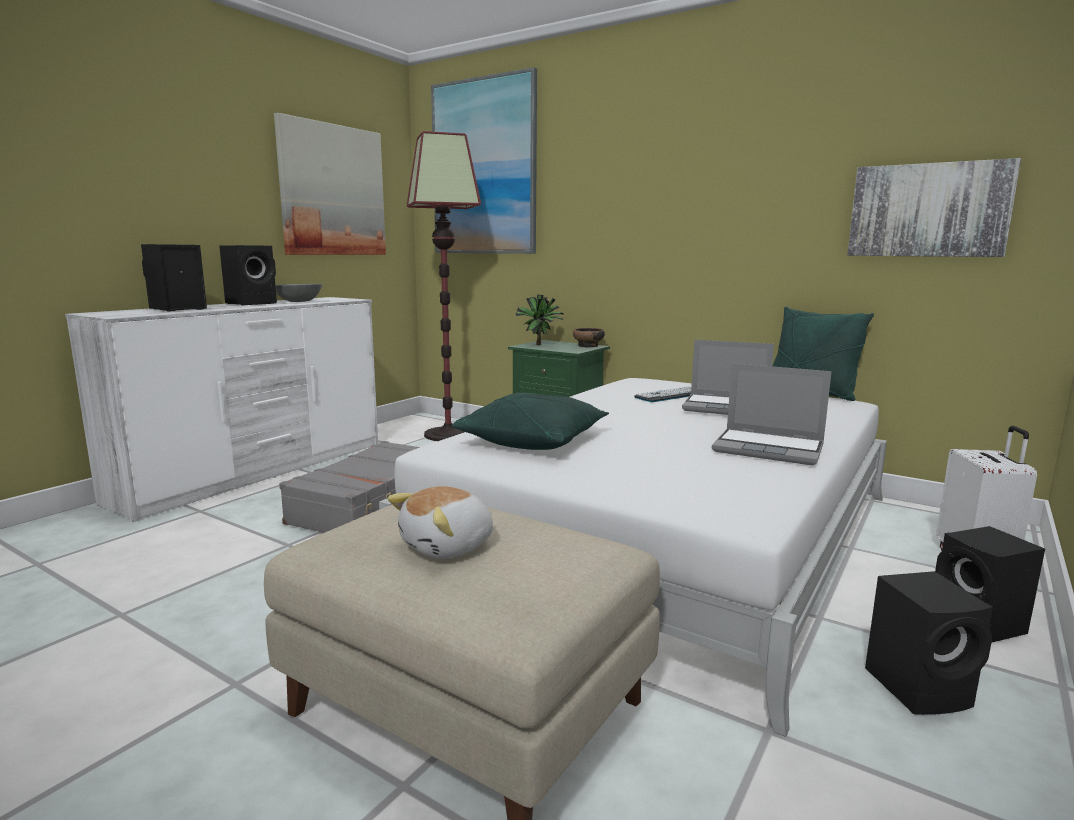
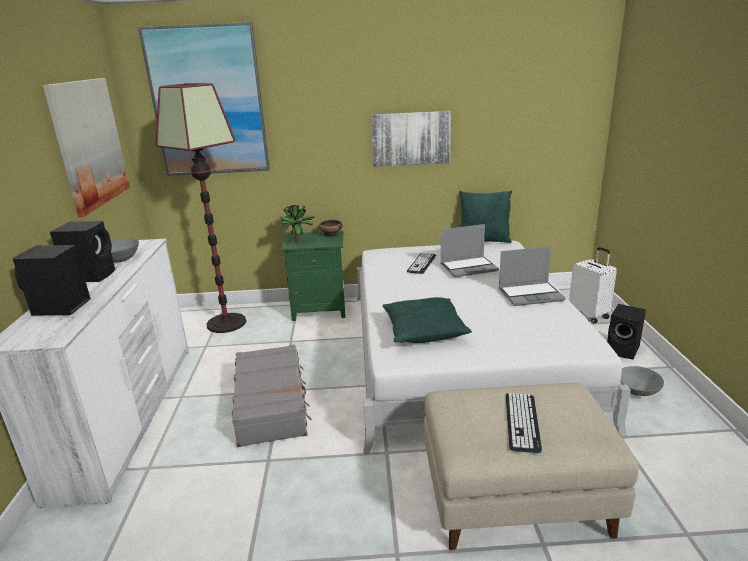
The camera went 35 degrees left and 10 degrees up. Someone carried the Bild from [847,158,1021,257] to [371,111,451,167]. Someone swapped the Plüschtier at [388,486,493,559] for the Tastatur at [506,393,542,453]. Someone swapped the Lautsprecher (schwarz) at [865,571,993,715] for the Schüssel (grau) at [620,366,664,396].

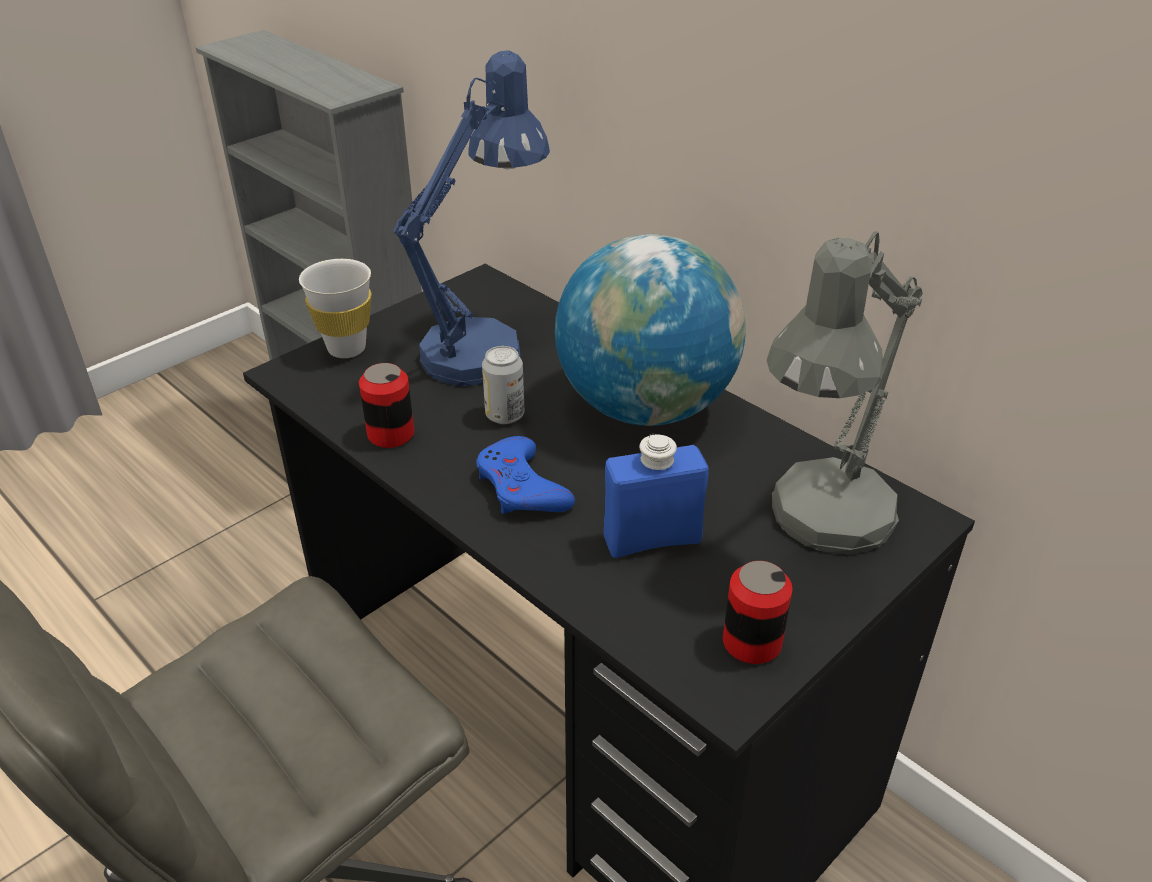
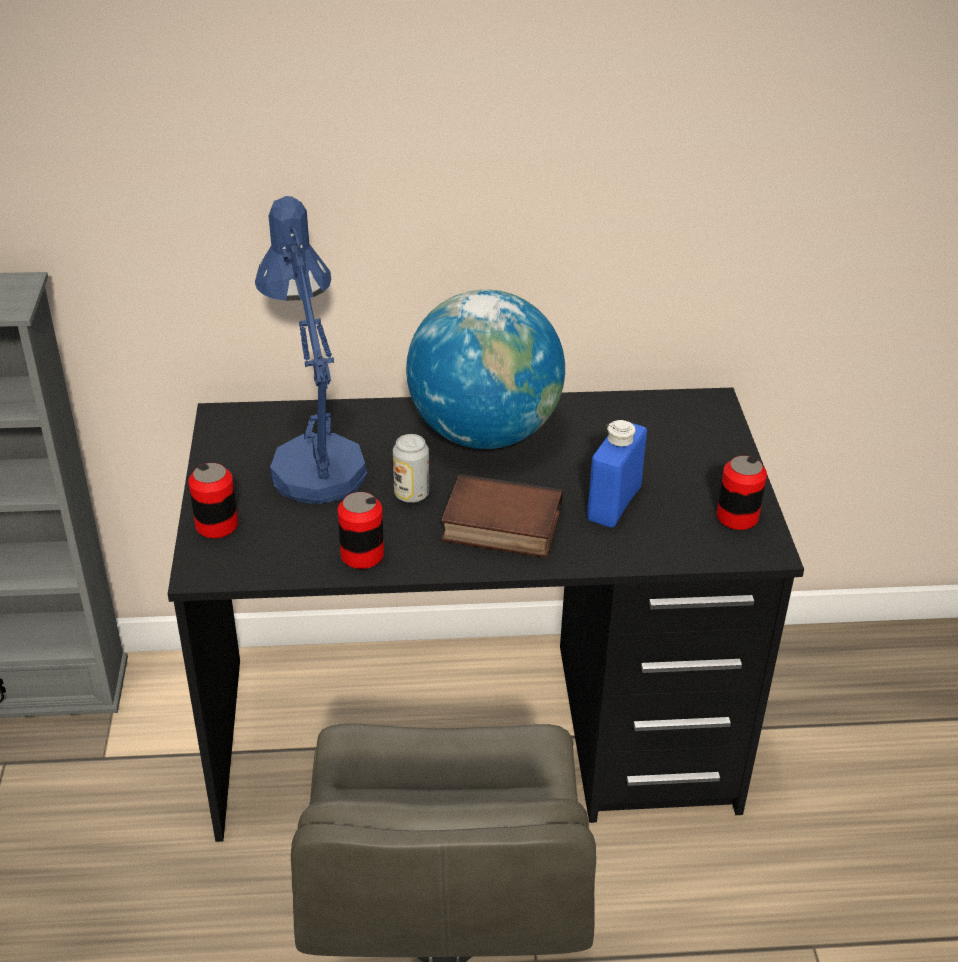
The camera went 50 degrees left and 0 degrees up. Someone took away the Tischlampe (grau) at [767,231,923,555]. Someone swapped the Tasse (weiß) at [299,259,371,358] for the Dose at [188,463,238,538]. Someone swapped the Gamepad (blau) at [476,436,575,514] for the Buch at [441,474,563,558].

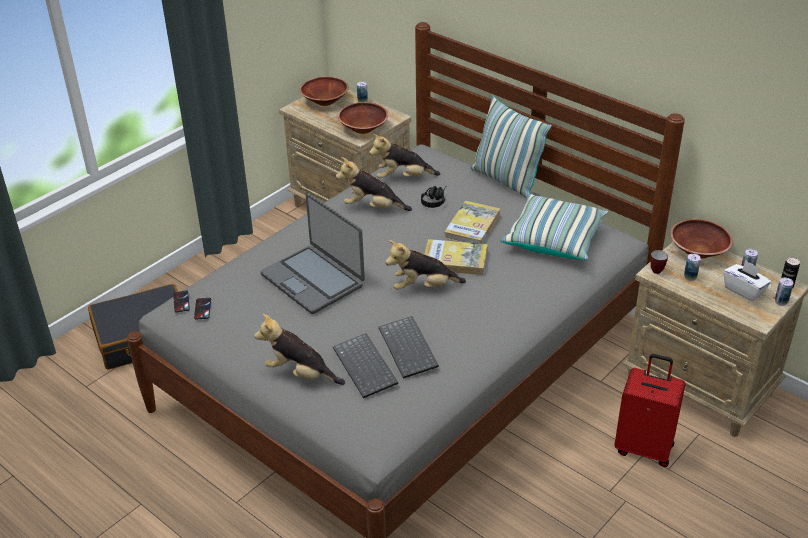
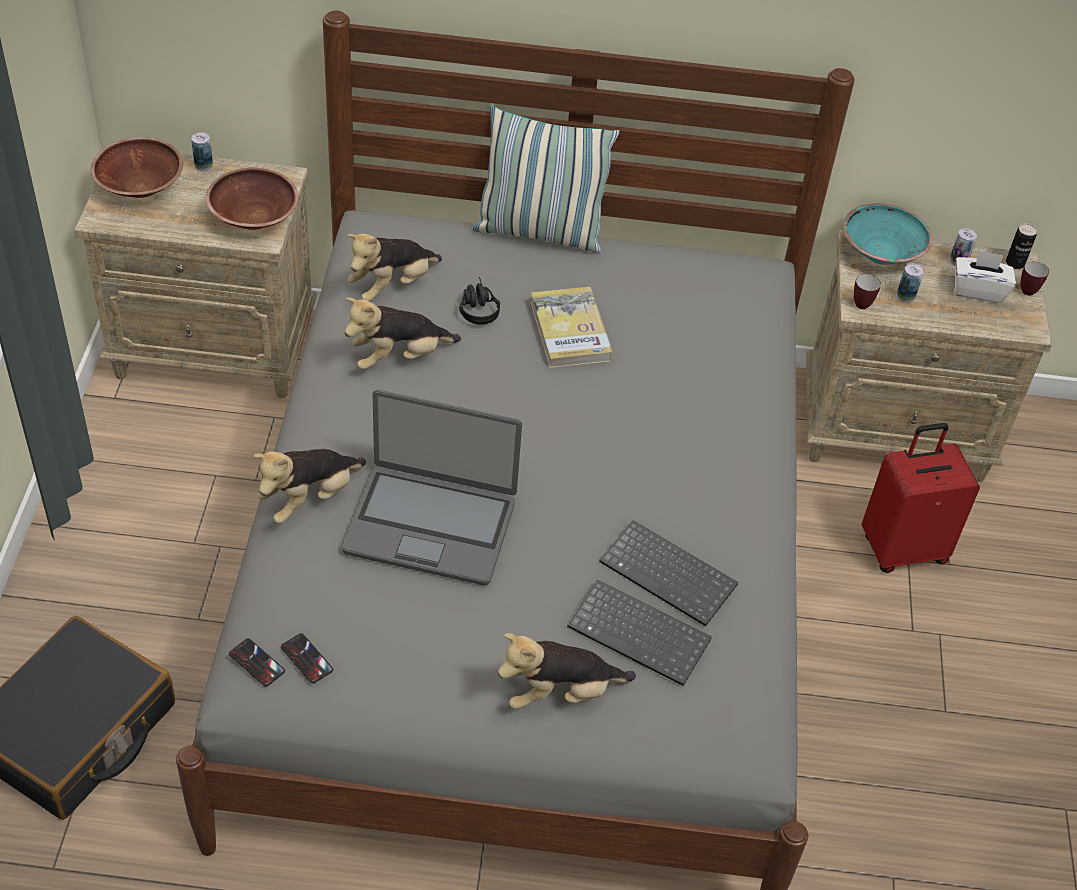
The camera went 40 degrees left and 10 degrees up. Someone took away the Kissen at [500,194,608,260]. Someone repainted the Schüssel (braun) at [670,219,733,259], which became the Schüssel (türkis) at [843,203,933,265]. Someone took away the Buch at [424,239,488,275]. Someone carried the Plüschtier from [386,240,466,290] to [253,449,366,524]. Someone swapped the Dose at [775,278,793,306] for the Henkelbecher at [1020,261,1049,296].

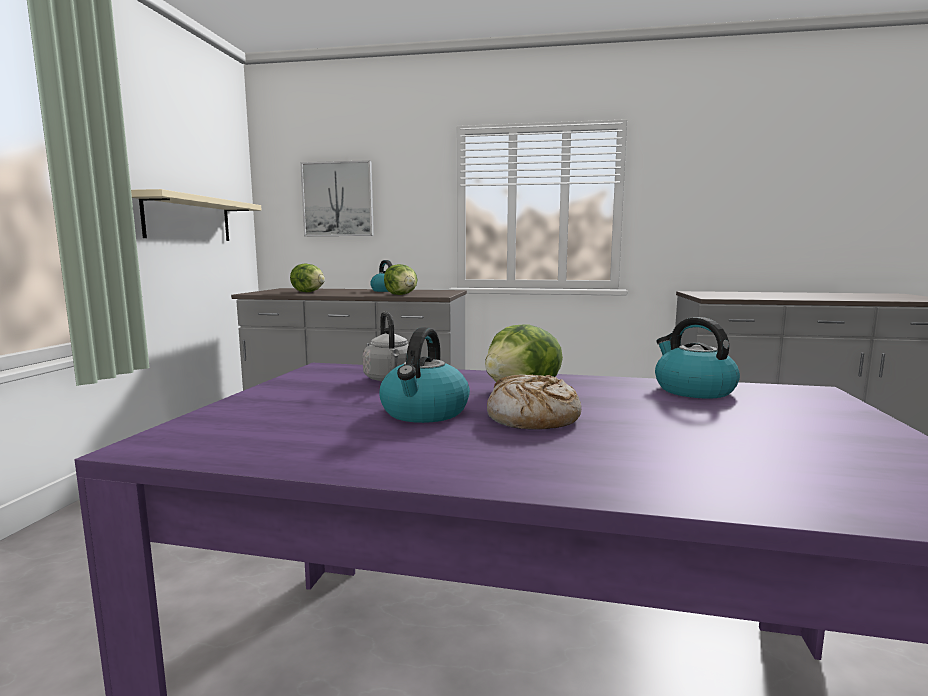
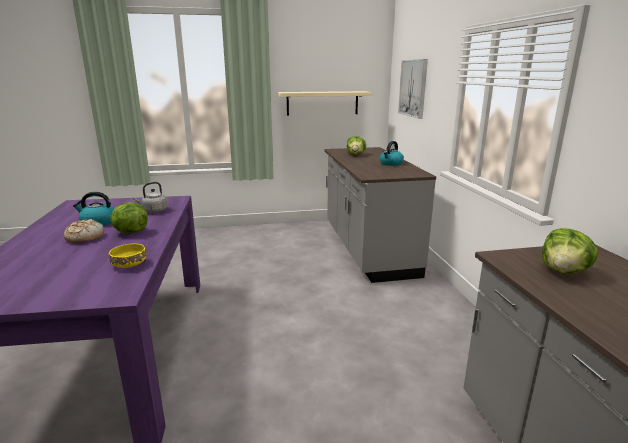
The camera went 70 degrees right and 10 degrees up. Someone carried the Salatkopf from [384,264,418,295] to [542,228,598,274]. Someone swapped the Wasserkessel at [655,317,740,399] for the Schüssel (gelb) at [109,244,147,268].

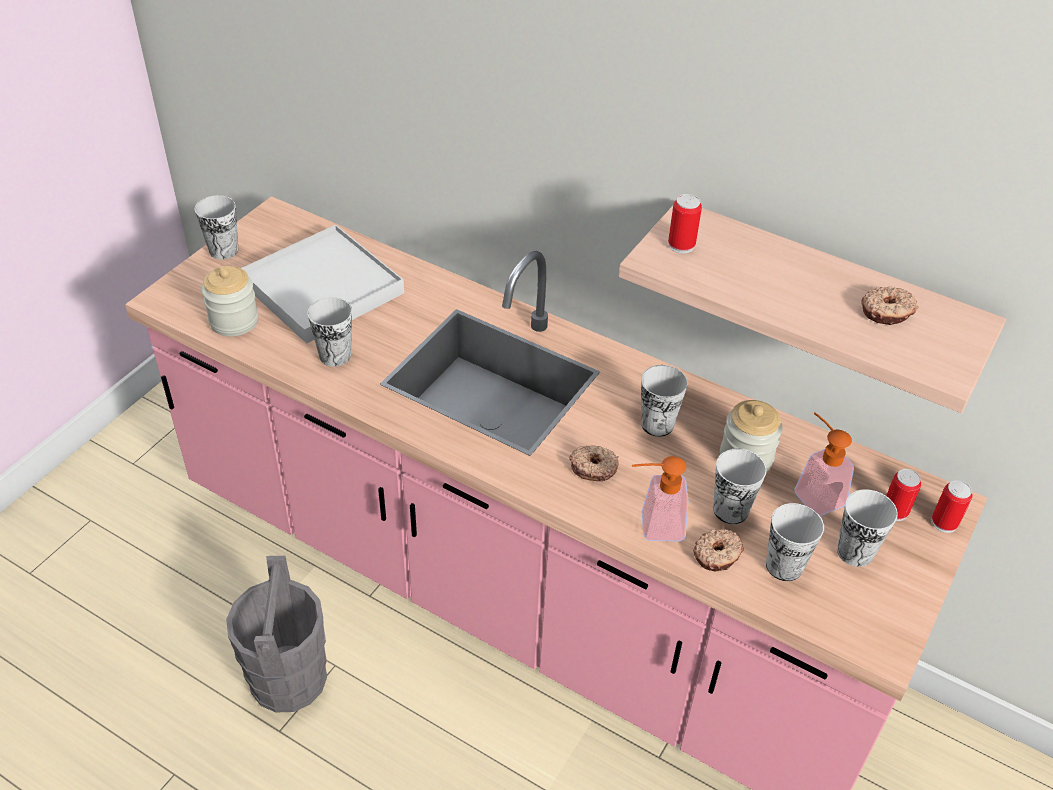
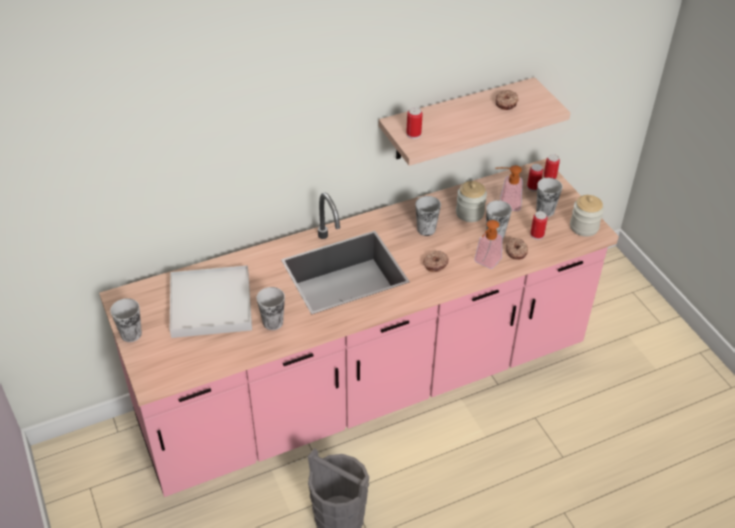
The camera went 55 degrees left and 0 degrees up. Someone carried the Vorratsglas from [202,266,258,336] to [570,195,604,237]. Someone swapped the Tasse at [766,503,824,581] for the Dose at [530,211,548,240].

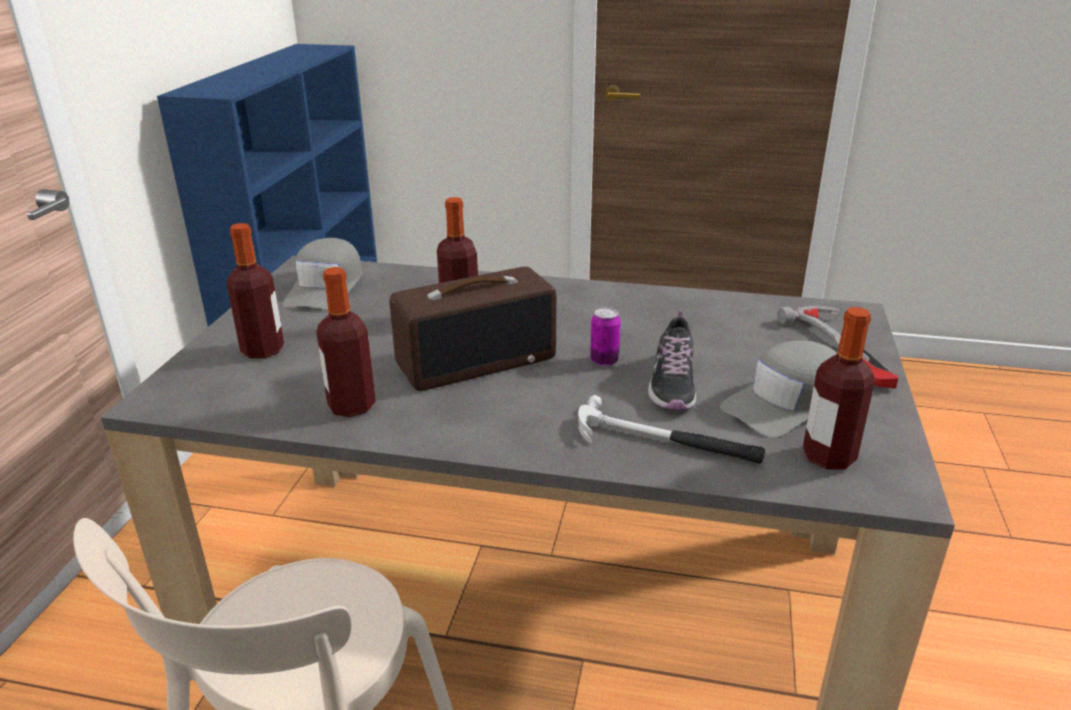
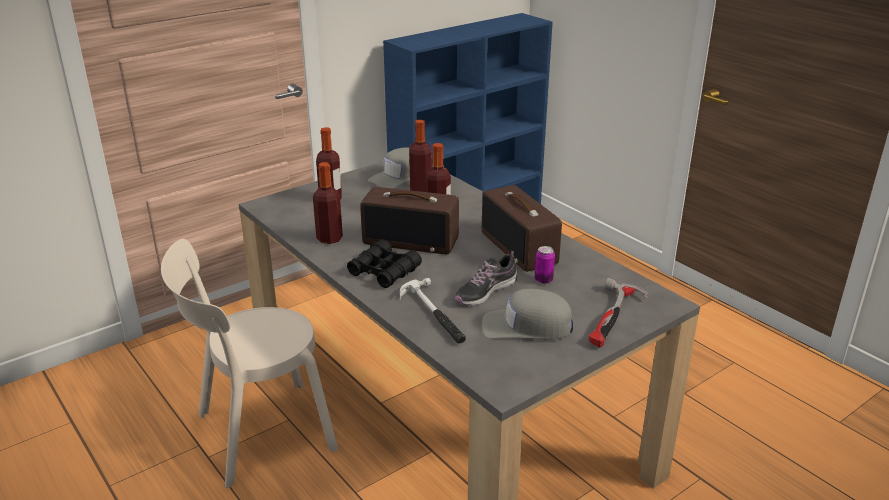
The camera went 40 degrees right and 0 degrees up. Someone carried the Flasche from [803,307,875,470] to [409,120,432,192]. Someone carried the Dose from [590,308,621,366] to [535,246,555,284]. Someone put down the Radio at [482,185,562,272]. Someone put down the Fernglas (schwarz) at [347,239,422,288].

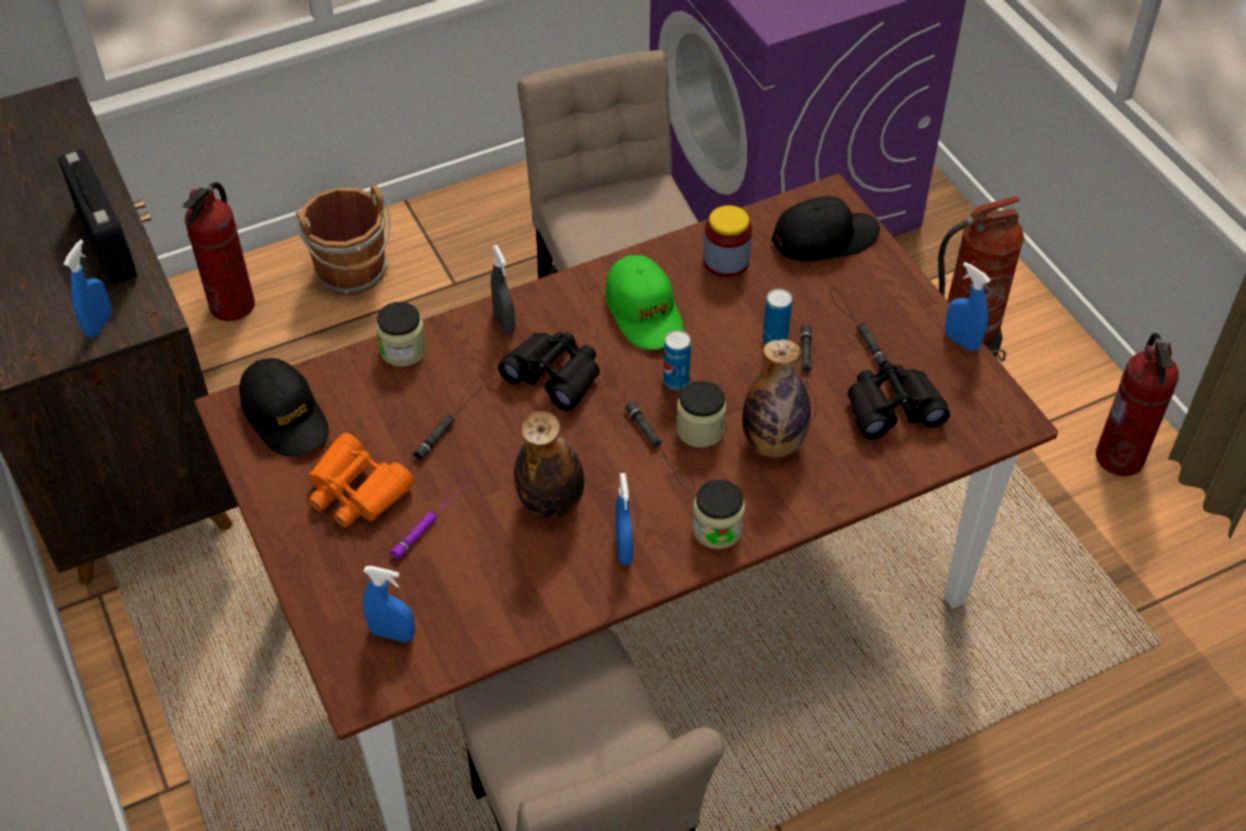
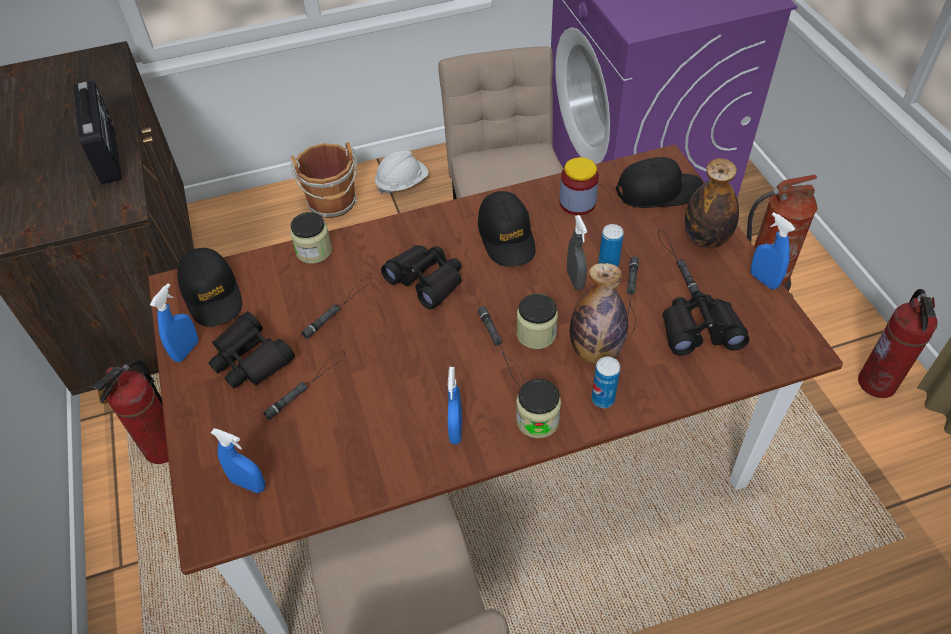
The camera went 10 degrees right and 0 degrees up. Someone carried the Feuerlöscher from [183,182,255,321] to [93,360,169,464]. Someone carried the Sprühflasche (blau) from [63,239,112,338] to [150,283,198,362]. Someone carried the Sprühflasche (grau) from [491,245,515,334] to [567,215,587,290]. Someone repainted the Kappe (grün) at [605,255,683,350], which became the Kappe (schwarz) at [478,191,536,267]. Someone carried the Dose from [663,330,691,390] to [591,357,620,408]. Someone carried the Flasche from [514,411,584,519] to [685,158,739,248]. Someone repainted the Fernglas (orange) at [308,433,415,528], which became the Fernglas (schwarz) at [208,311,295,388]. Someone repainted the Taschenlampe (lila) at [390,471,473,560], which became the Taschenlampe (schwarz) at [263,351,345,420]. Someone put down the Schutzhelm (weiß) at [375,151,429,195].

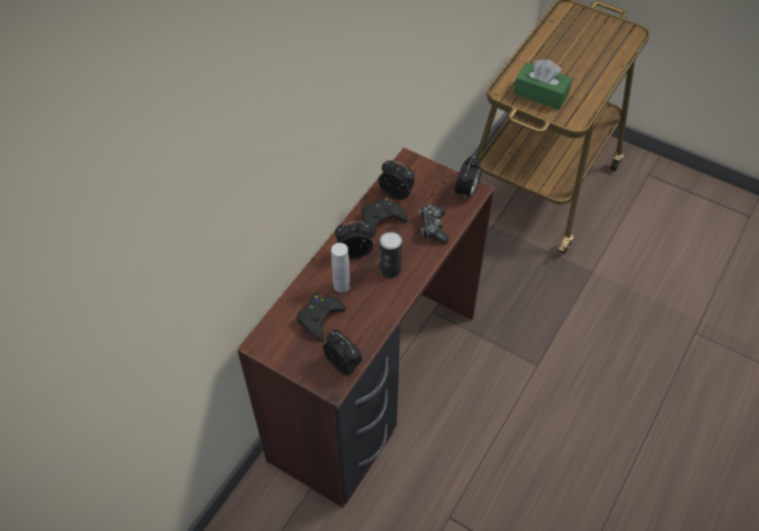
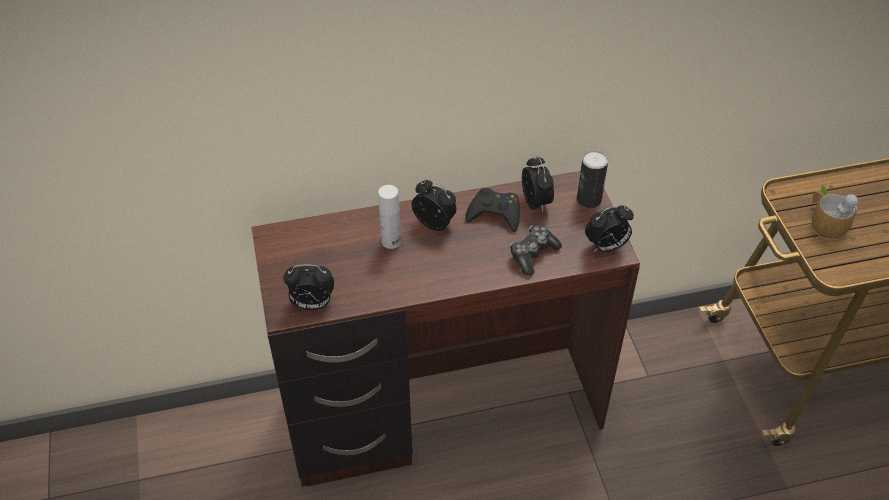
The camera went 45 degrees right and 5 degrees down. Someone swapped the Taschentuchbox (grün) at [513,60,572,110] for the Henkelbecher at [811,184,858,240]. Someone carried the Dose from [380,231,402,278] to [577,150,608,208]. Someone took away the Gamepad (schwarz) at [297,293,346,342]. Someone rotated the Wecker at [323,330,362,376] by 90 degrees clockwise.

